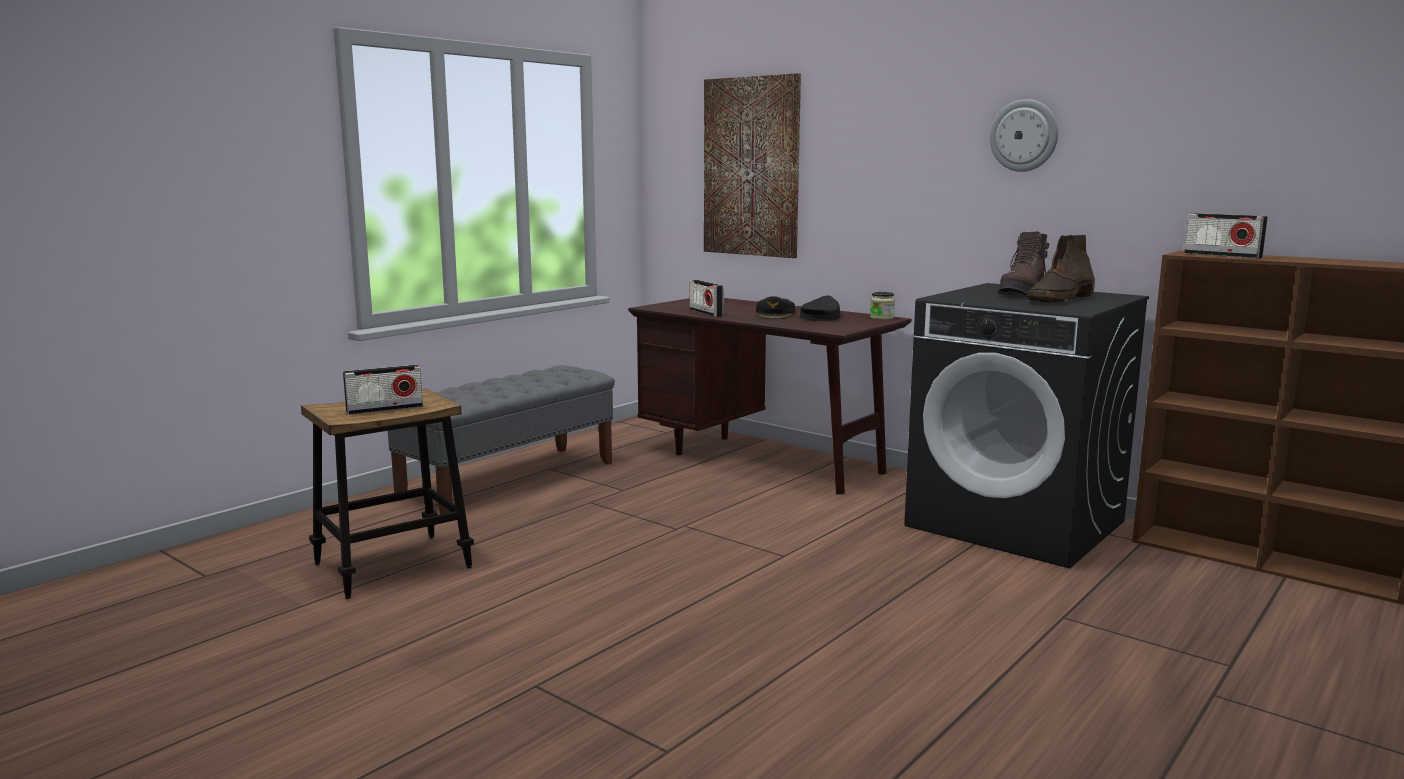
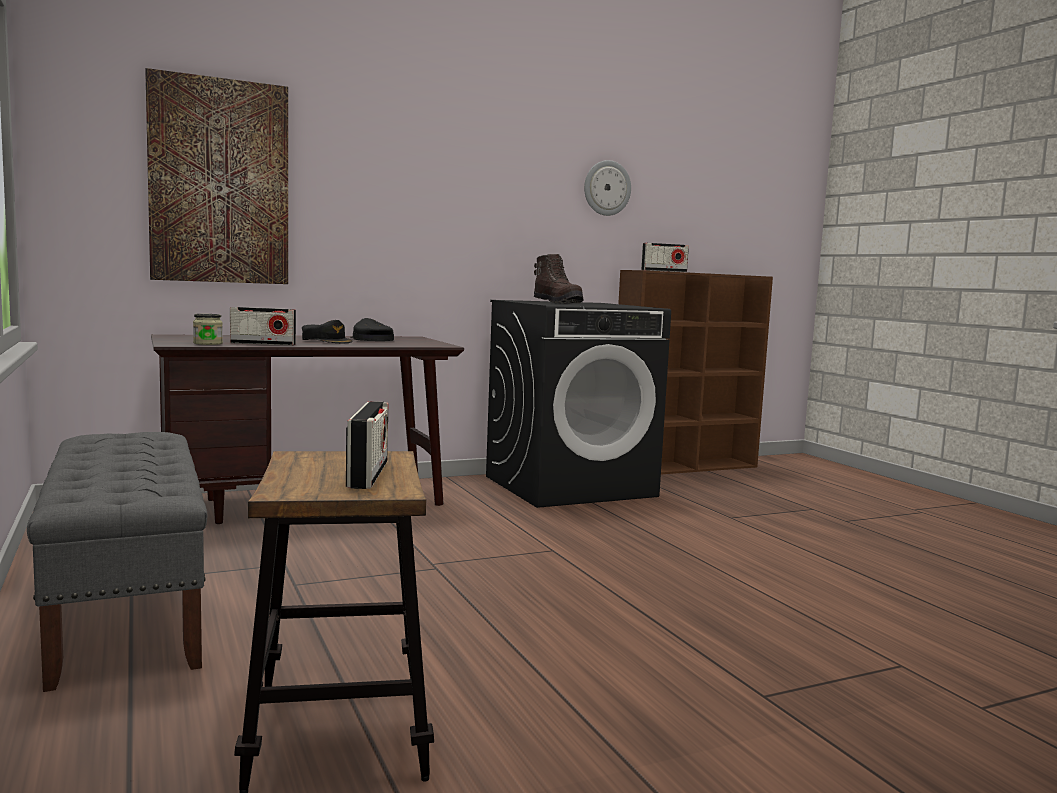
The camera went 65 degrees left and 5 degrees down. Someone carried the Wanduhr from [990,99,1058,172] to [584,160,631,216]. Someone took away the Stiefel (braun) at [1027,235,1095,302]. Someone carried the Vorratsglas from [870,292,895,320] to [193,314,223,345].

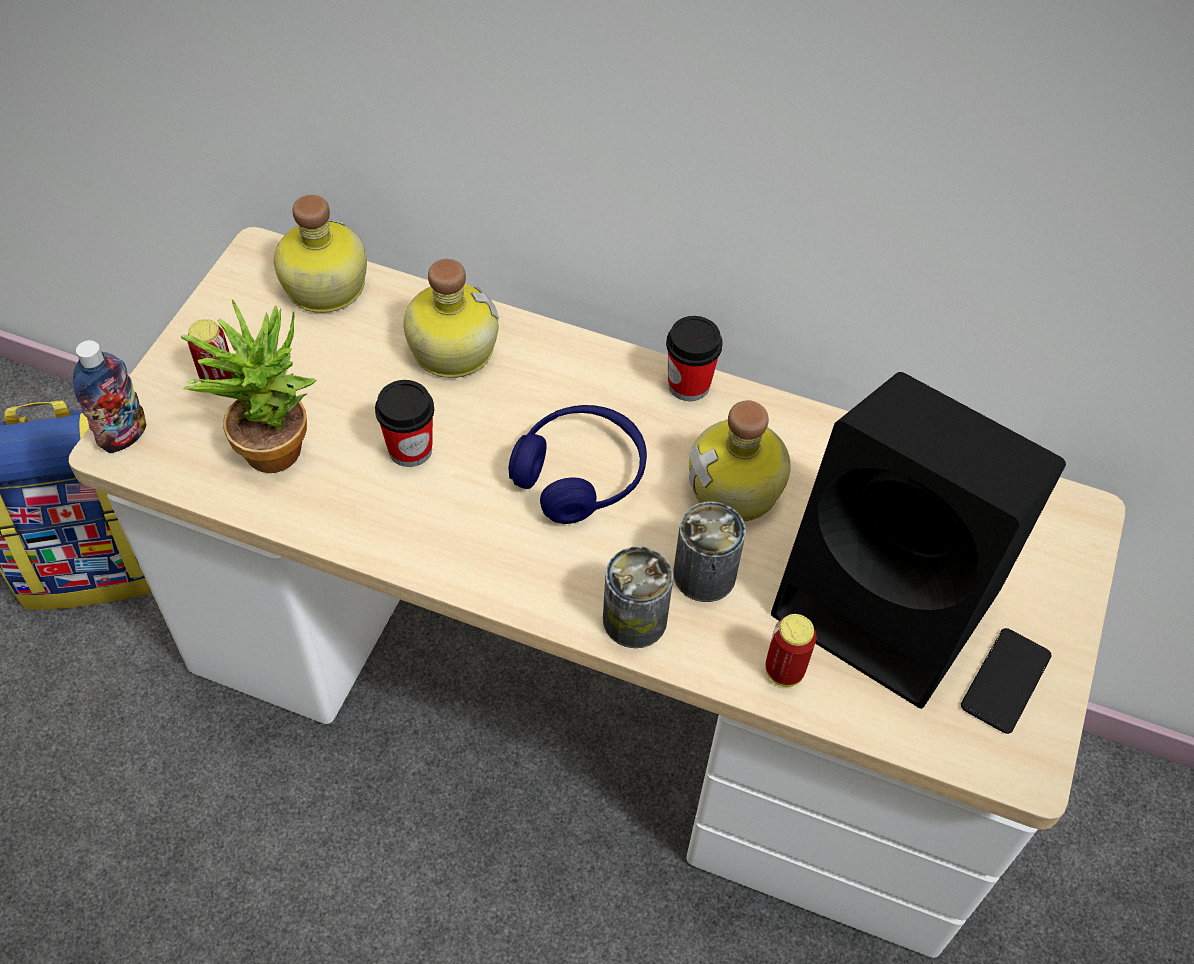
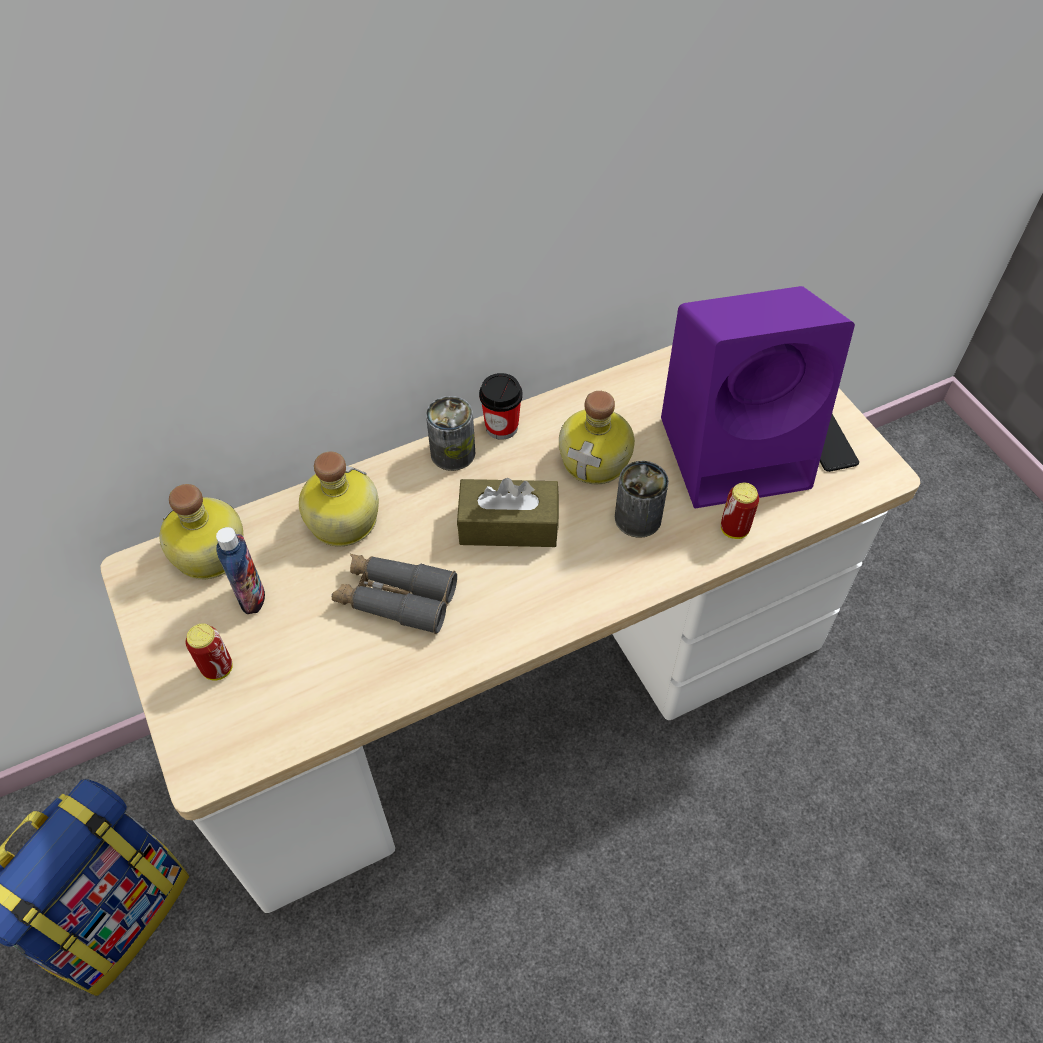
The camera went 45 degrees left and 0 degrees up. Someone took away the Topfpflanze at [181,299,316,473]. Someone carried the Flasche from [73,340,146,453] to [216,527,265,614]. Someone repainted the Lautsprecher (schwarz) at [771,372,1066,709], which became the Lautsprecher (lila) at [661,286,855,508]. Someone swapped the Tasse at [375,380,434,467] for the Fernglas (grau) at [332,554,457,634]. Someone swapped the Kopfhörer (blau) at [509,405,647,524] for the Taschentuchbox (braun) at [457,478,559,547]. Someone carried the Dose from [603,546,673,648] to [426,396,475,471].

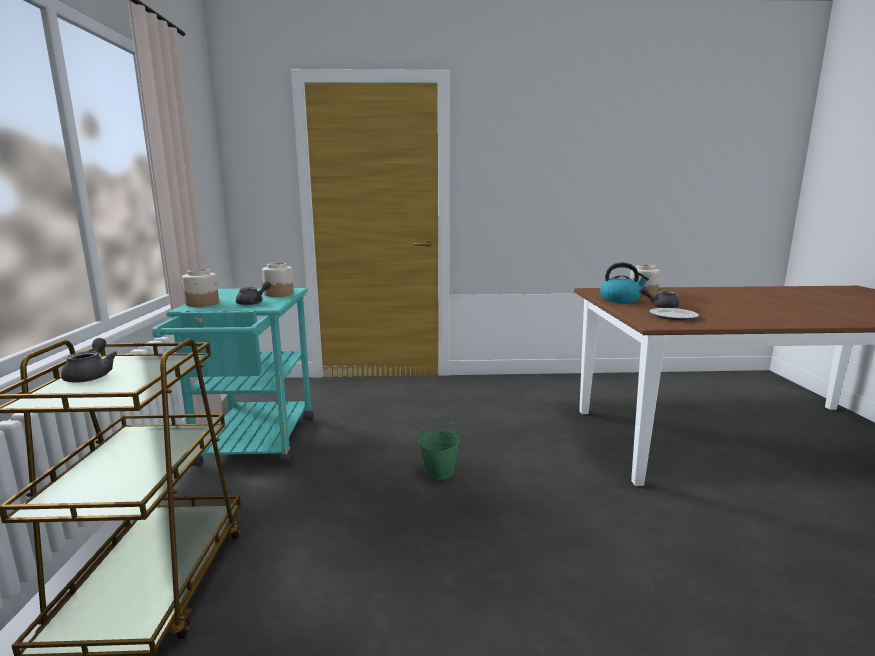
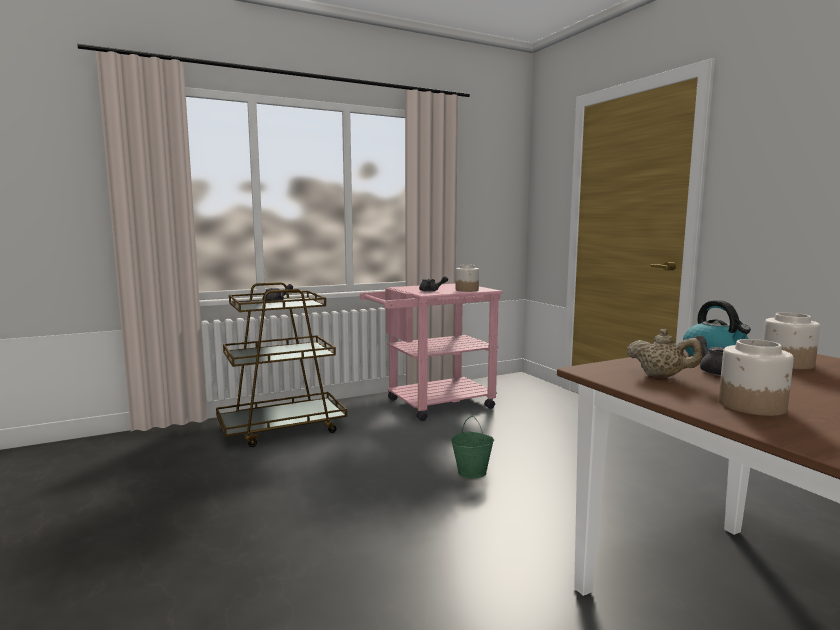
The camera went 65 degrees right and 5 degrees down. Someone carried the Vorratsglas from [182,269,219,307] to [719,339,794,416]. Someone repainted the Rollwagen (türkis) at [152,288,313,467], which became the Rollwagen (rosa) at [360,284,503,421]. Someone swapped the Teller at [649,308,699,320] for the Teekanne (beige) at [627,329,703,378].

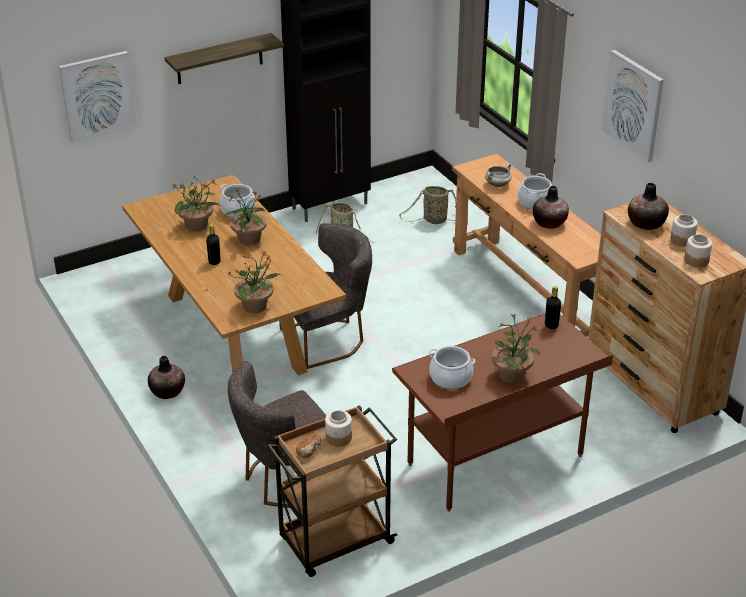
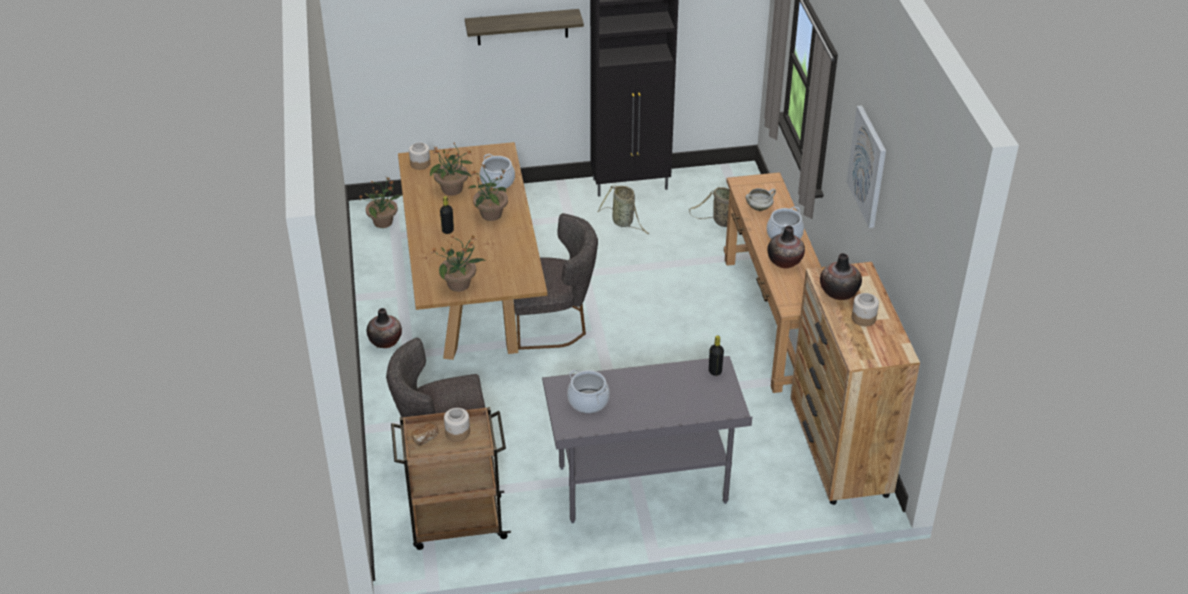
The camera went 20 degrees right and 5 degrees up. Someone took away the Bild at [59,51,137,143]. Someone carried the Vorratsglas from [684,234,712,267] to [409,142,430,170]. Someone repainted the Schreibtisch (braun) at [392,314,613,512], which became the Schreibtisch (grau) at [542,356,752,523]. Someone carried the Topfpflanze from [492,314,540,383] to [358,177,402,228].

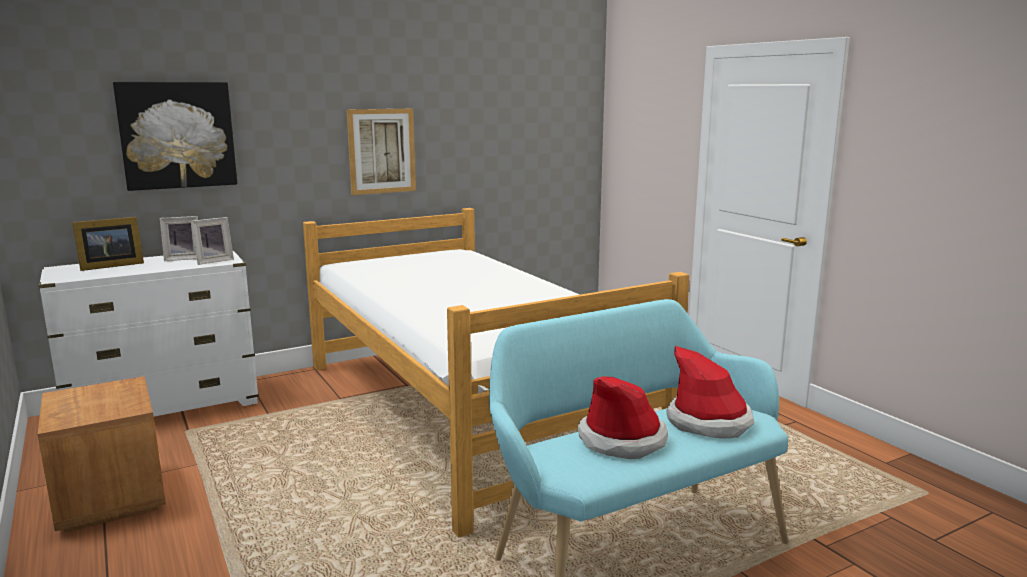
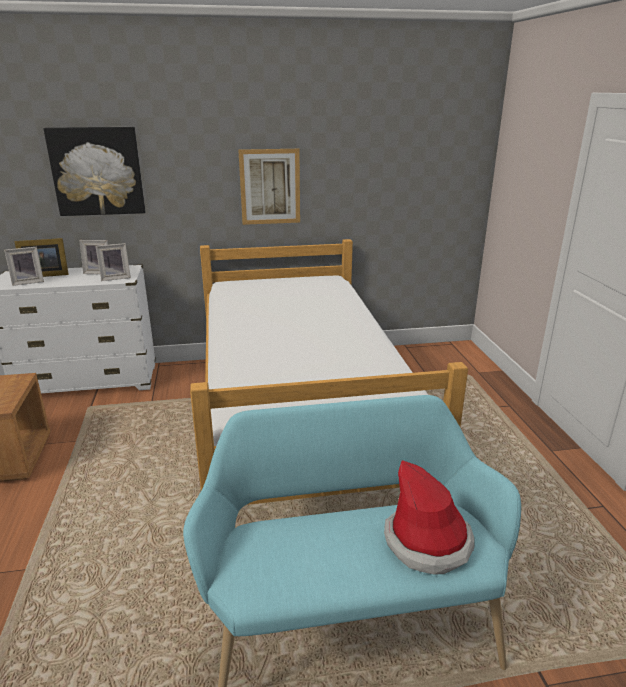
The camera went 20 degrees right and 10 degrees up. Someone took away the Hut at [578,376,668,459]. Someone put down the Bilderrahmen at [4,247,44,286].

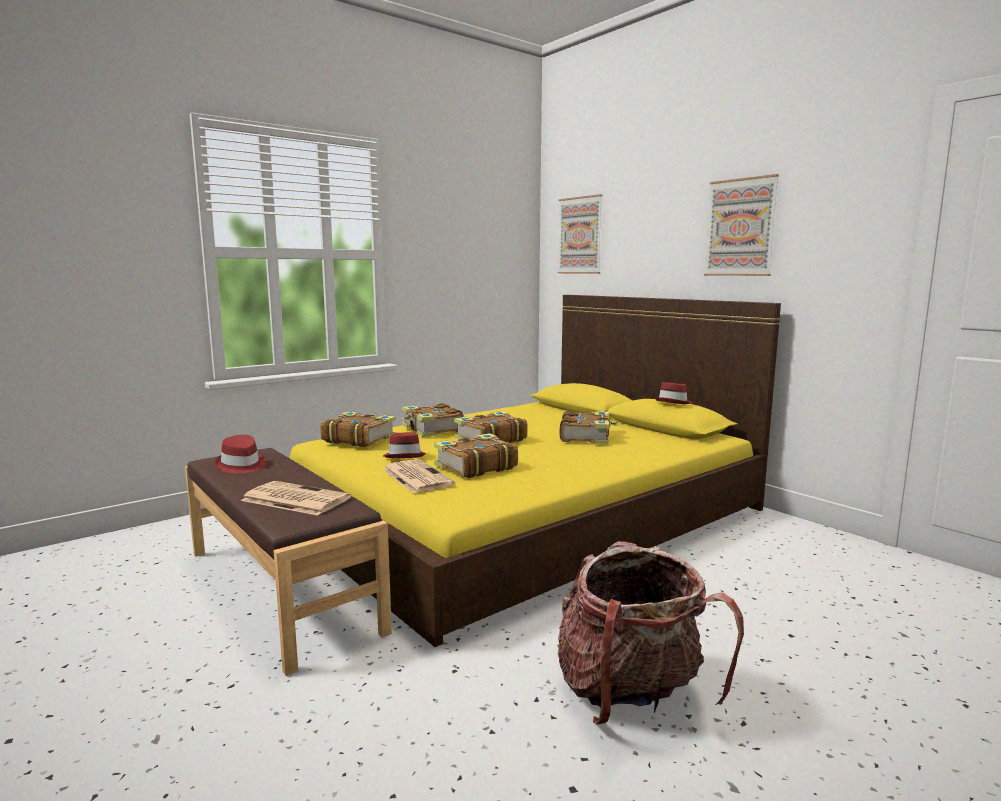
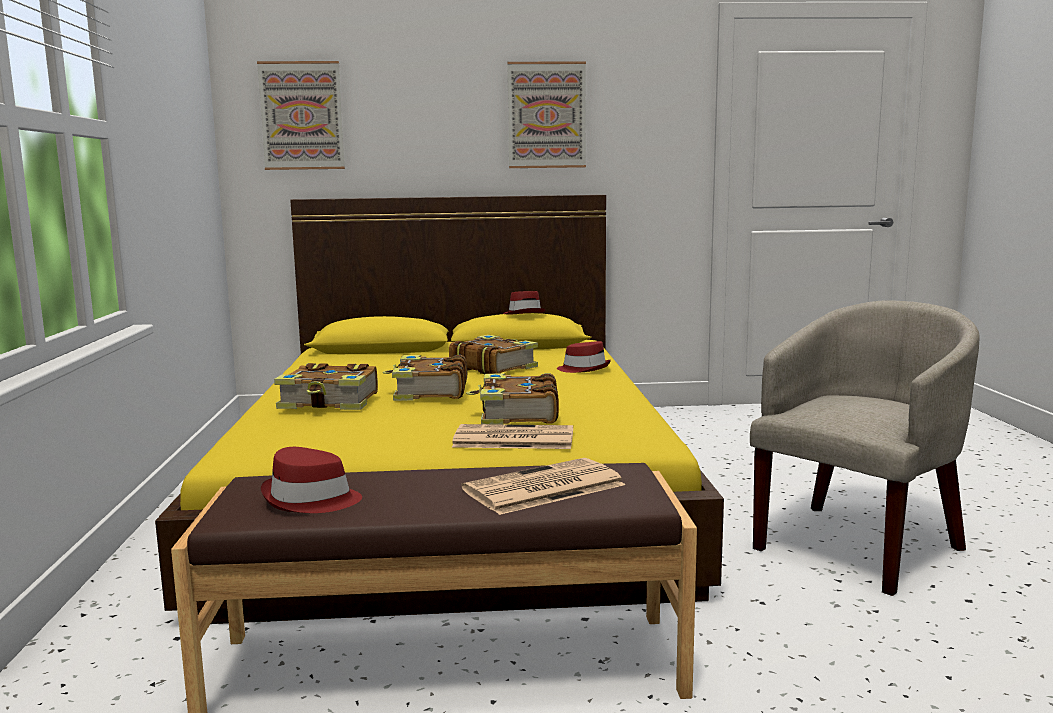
The camera went 55 degrees left and 0 degrees up. Someone took away the Buch at [320,412,396,447]. Someone carried the Hut (rot) from [383,432,426,458] to [557,341,611,373]. Someone swapped the Rucksack at [557,541,744,725] for the Sessel (beige) at [750,301,980,596].

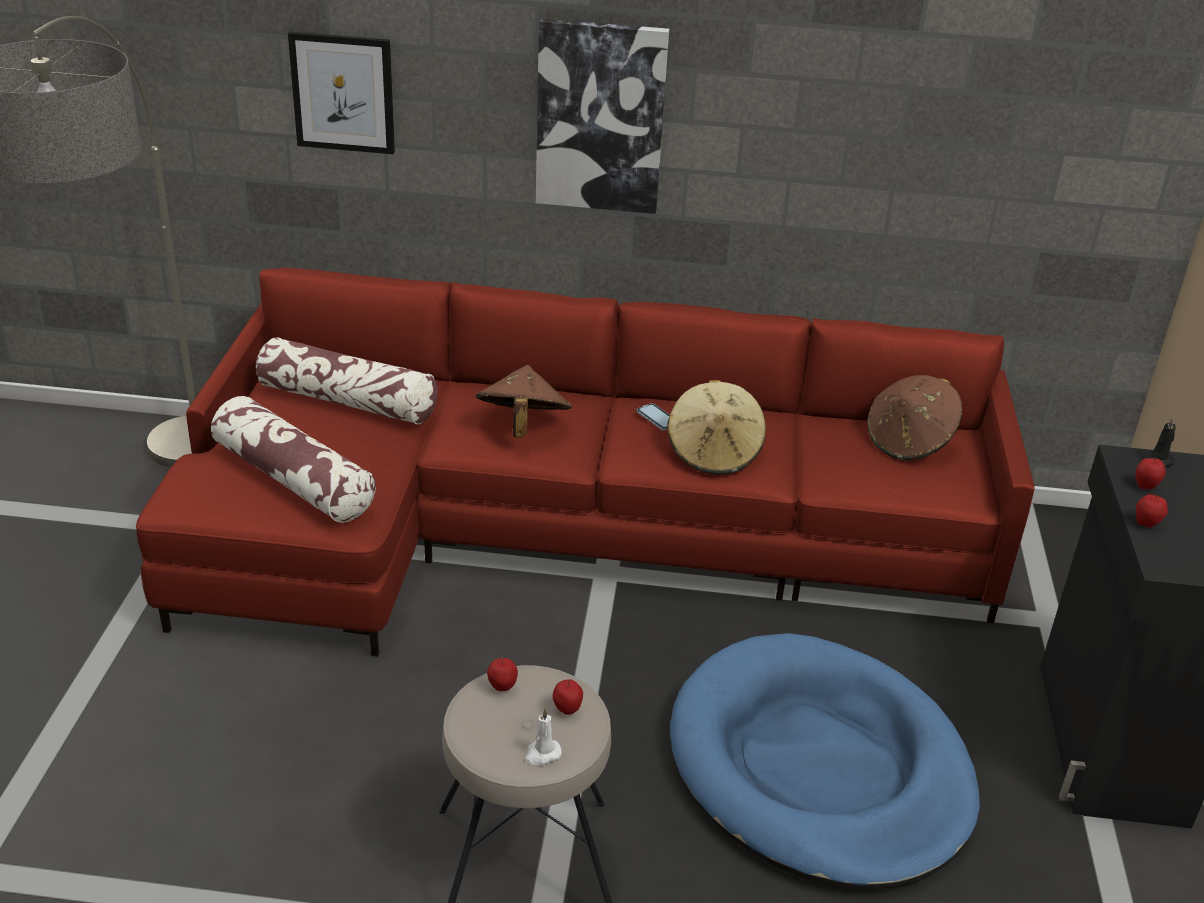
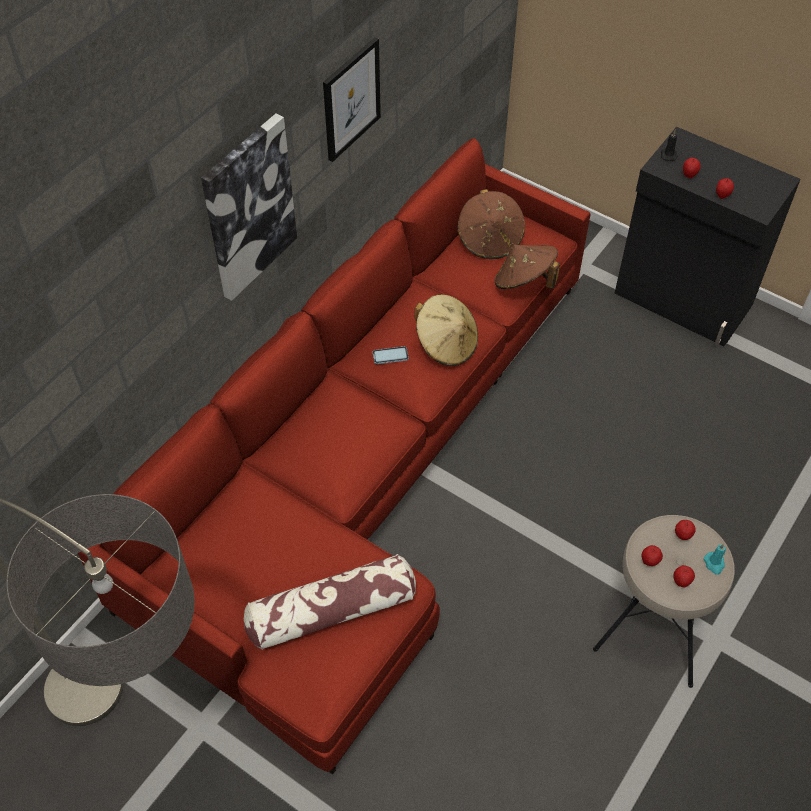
The camera went 60 degrees left and 20 degrees up. Someone carried the Bild from [288,32,395,154] to [323,37,381,162]. Someone took away the Kissen at [256,337,438,424]. Someone carried the Hut (braun) from [476,365,572,438] to [495,244,560,289]. Someone took away the Hundebett (blau) at [670,633,980,889]. Someone repainted the Kerze (weiß) at [525,709,562,765], which became the Kerze (türkis) at [704,544,726,575]. Someone put down the Apfel at [673,565,695,587].

